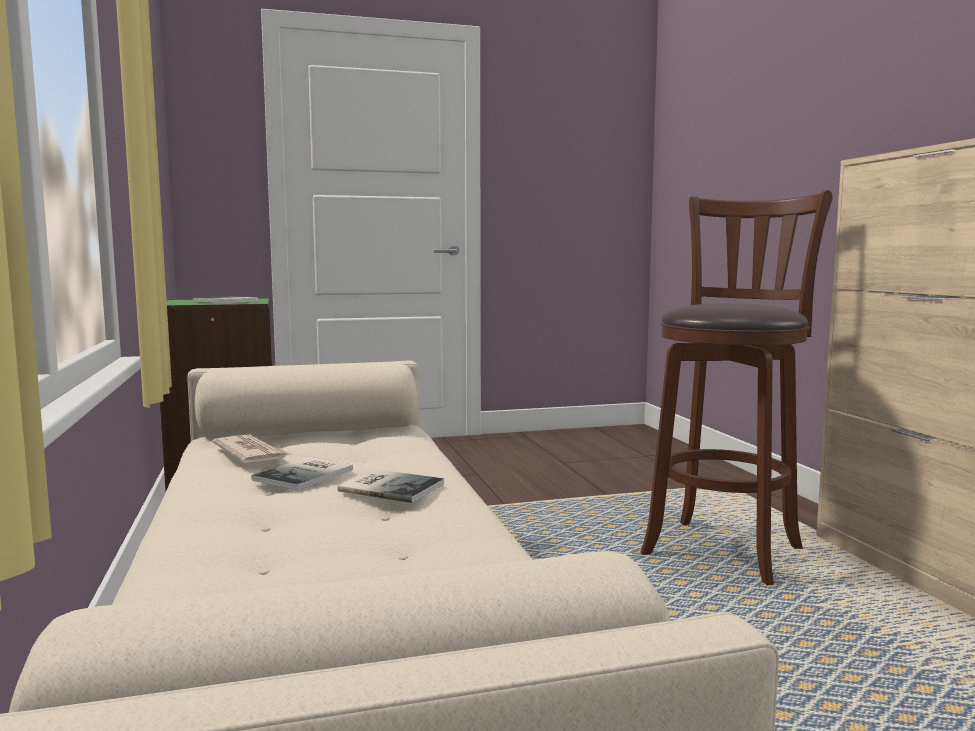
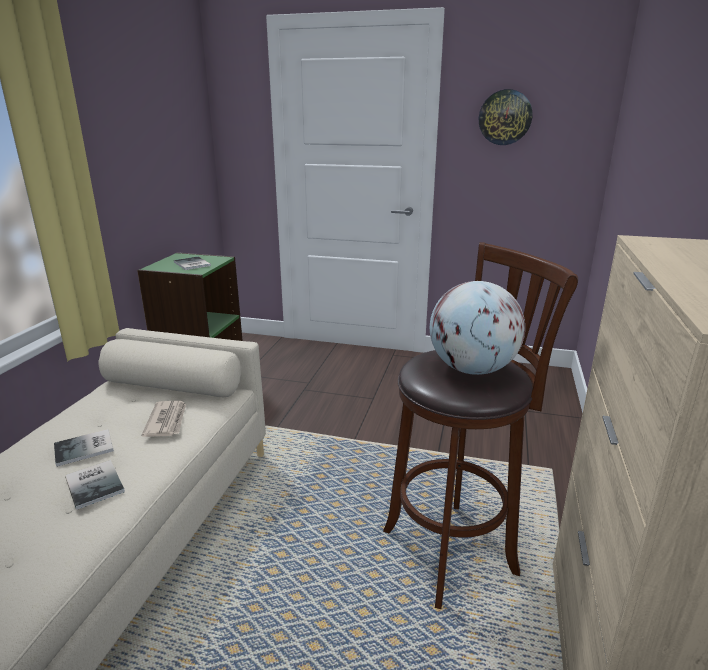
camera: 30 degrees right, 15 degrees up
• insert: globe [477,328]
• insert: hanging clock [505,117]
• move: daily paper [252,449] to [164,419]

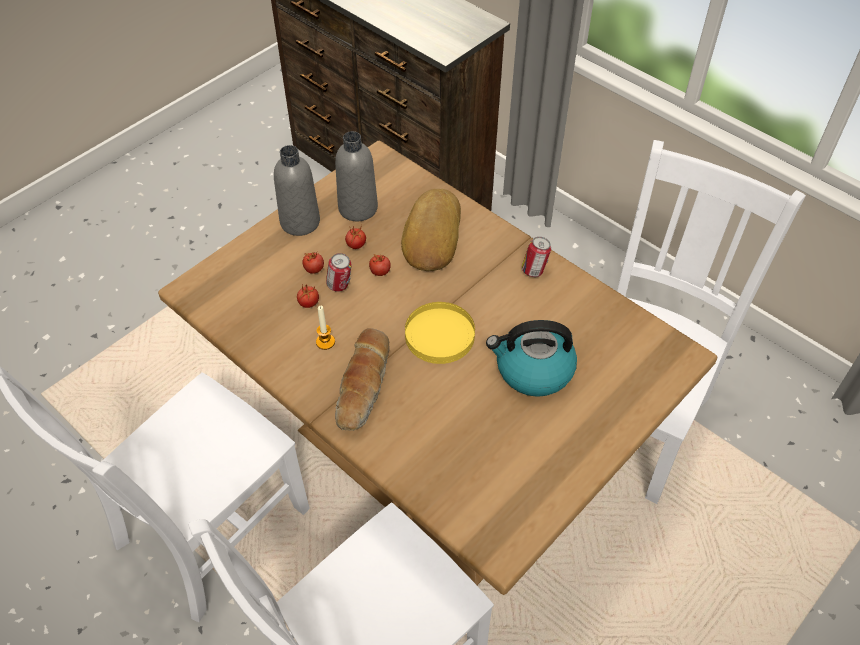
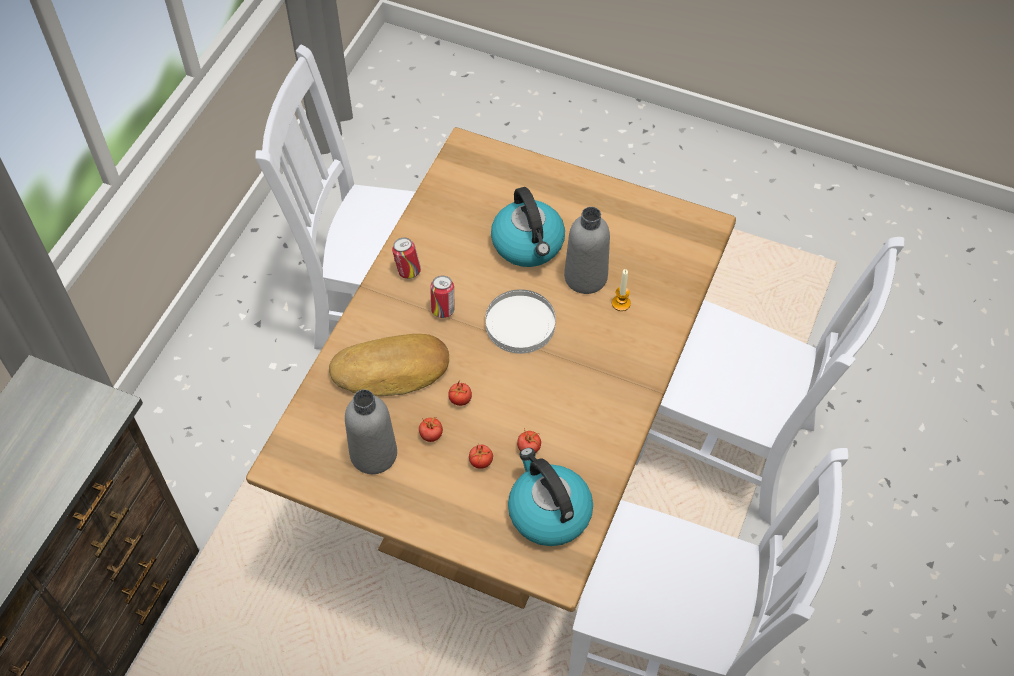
camera: 110 degrees left, 5 degrees up
• delete: bread [362,379]
• insert: water kettle [550,497]
• move: gray beverage bottle [297,190] to [587,250]
• move: candle [325,328] to [621,290]
• move: metal can [338,272] to [442,297]
• recolor: yellow flat dish [440,333] to white flat dish [520,321]

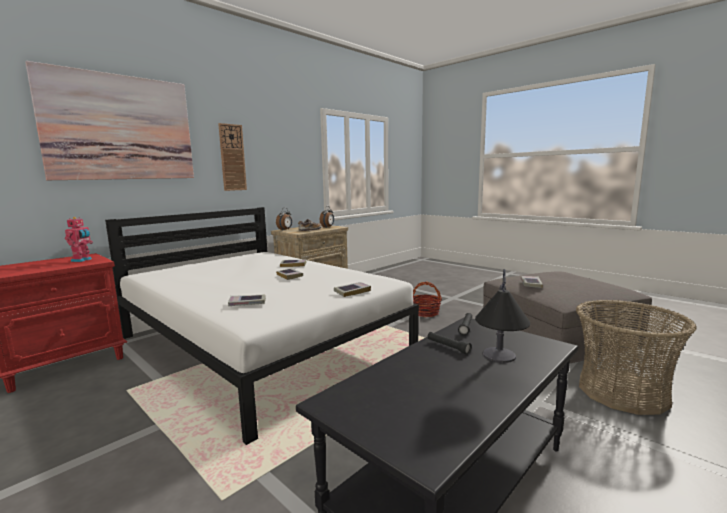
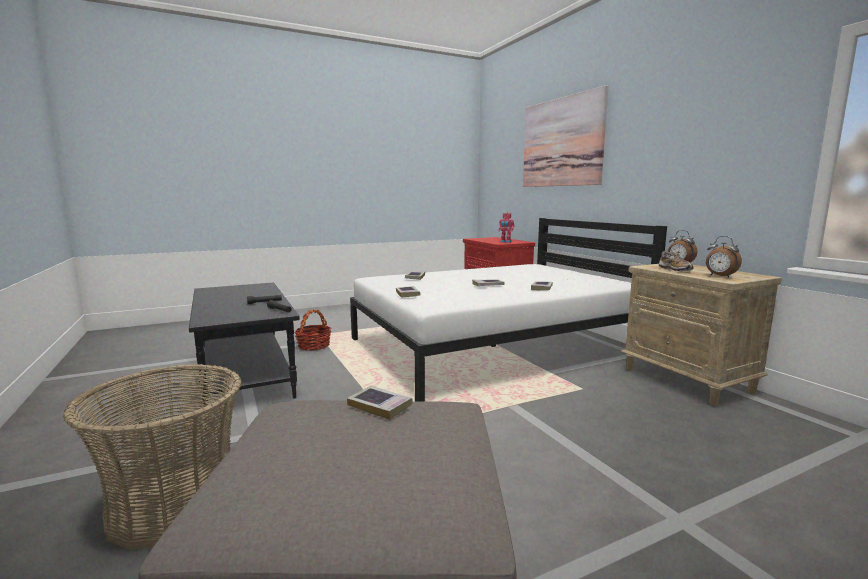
camera: 110 degrees right, 0 degrees up
• delete: hanging clock [232,157]
• delete: lamp for a table [502,316]
• move: household basket [427,299] to [312,330]

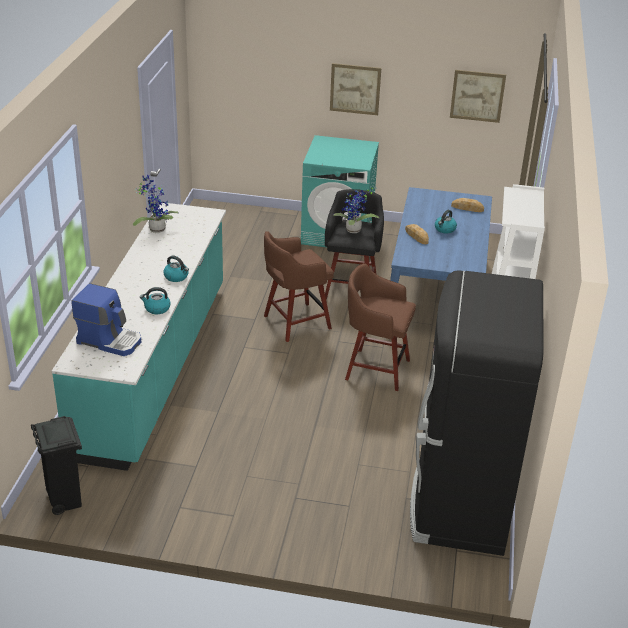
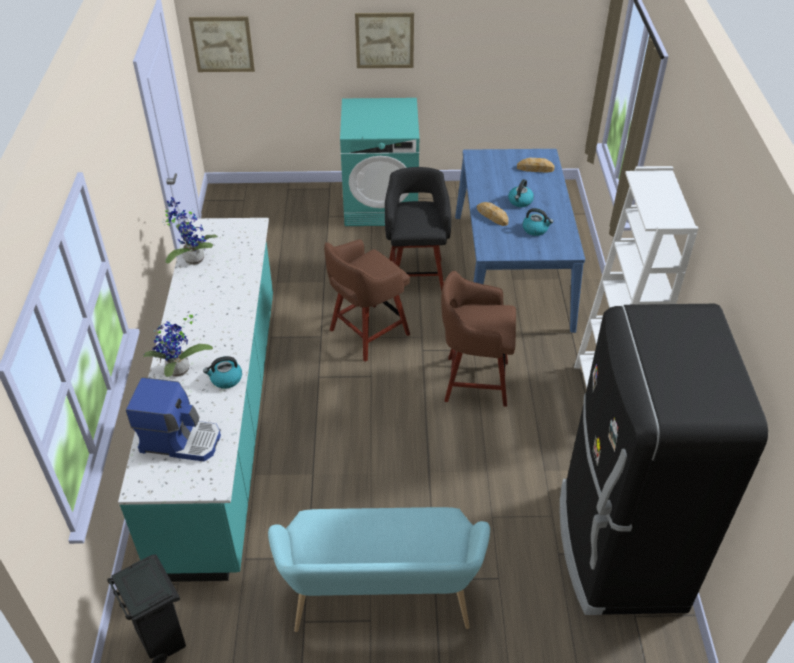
camera: 10 degrees left, 10 degrees up
• insert: turquoise-coloured bench [379,569]
• move: water kettle [176,268] to [537,222]
• move: plant in a pot [356,210] to [178,345]
• move: picture [478,96] to [222,44]

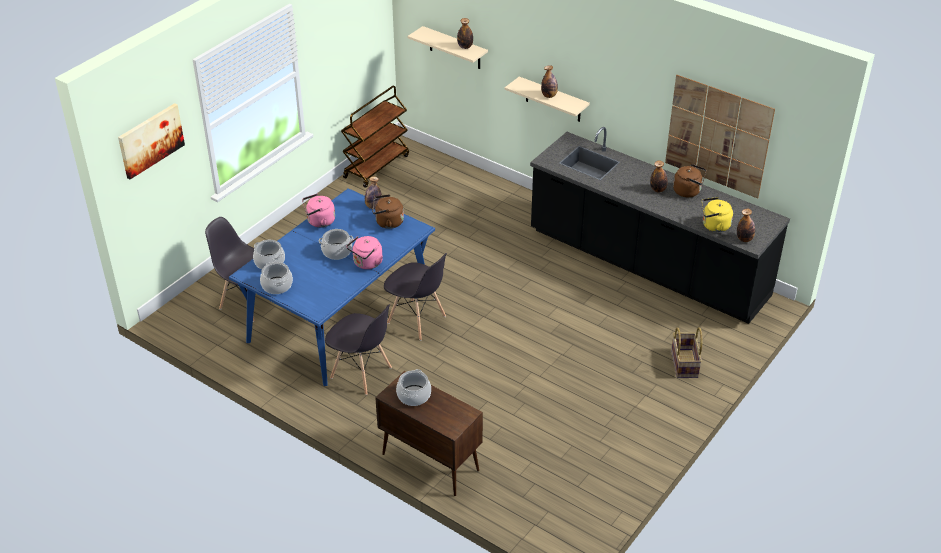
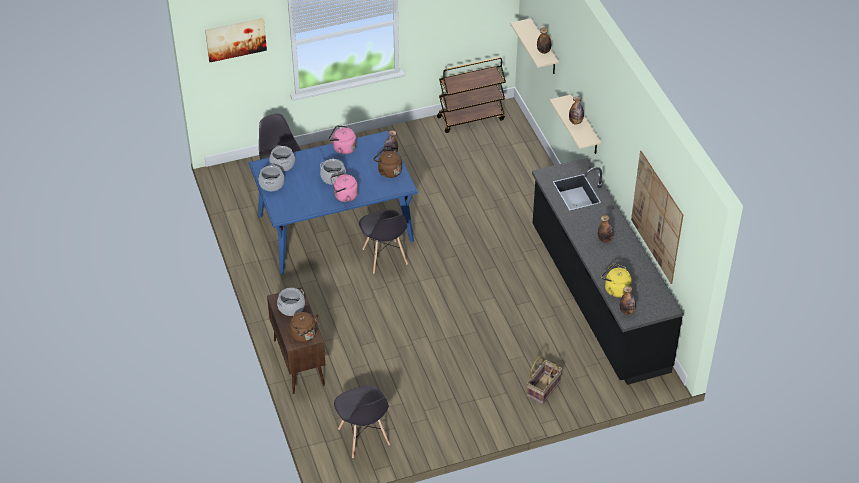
camera: 35 degrees right, 5 degrees up
• move: gray plain chair [358,349] to [362,422]
• move: brown water kettle [689,180] to [305,327]

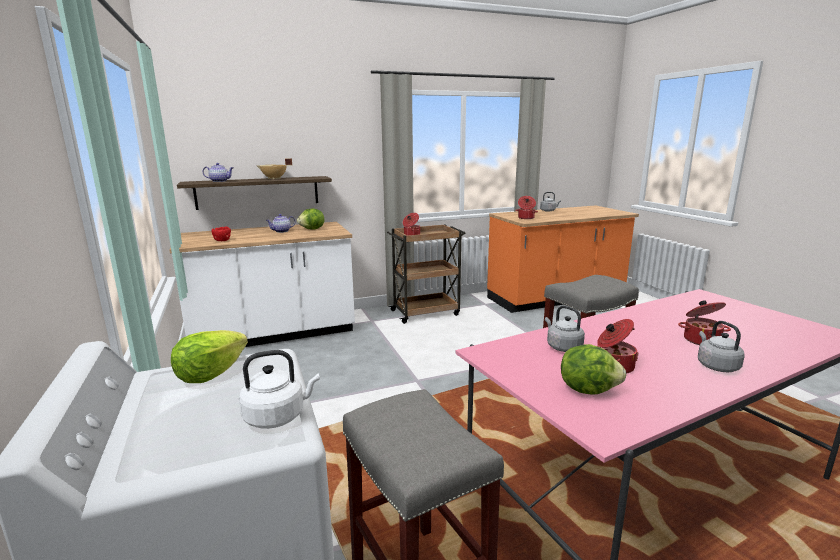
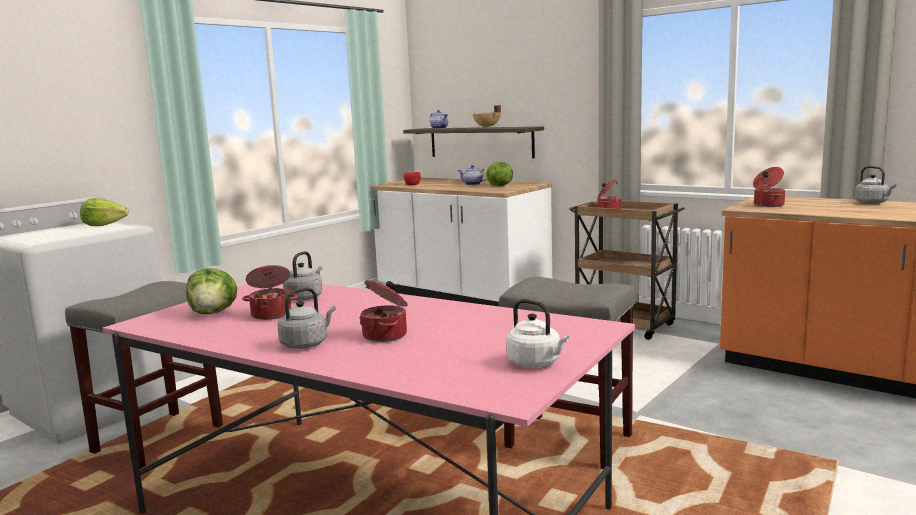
camera: 60 degrees right, 5 degrees down
• move: white water kettle [279,389] to [537,333]

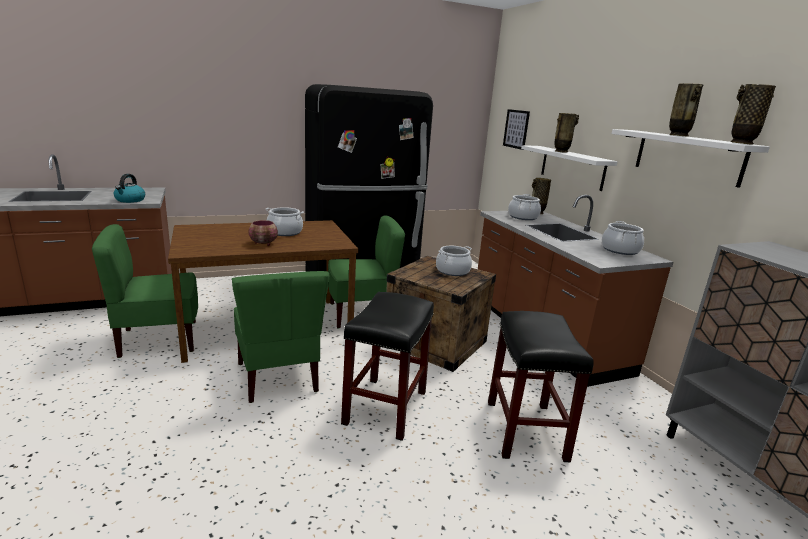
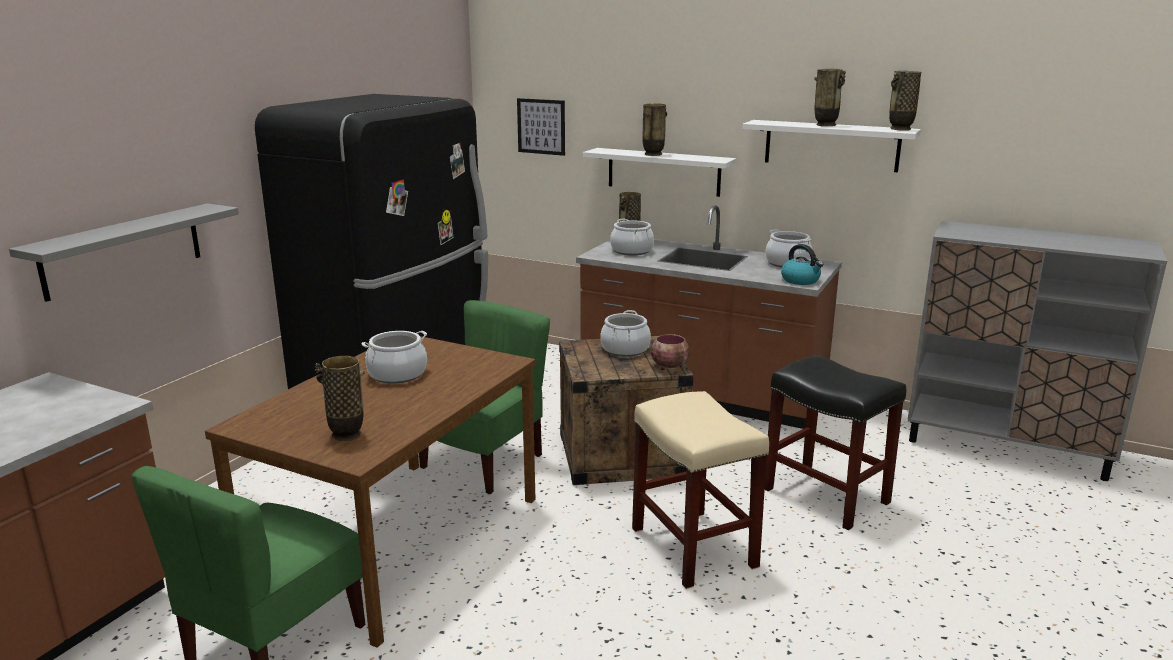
camera: 40 degrees left, 0 degrees up
• delete: green plain chair [280,337]
• insert: gray wall shelf [124,253]
• insert: decorative vase [340,398]
• move: water kettle [129,188] to [802,264]
• move: serving bowl [263,233] to [670,352]
• recolor: black sitting stool [387,366] to beige-coloured sitting stool [700,490]

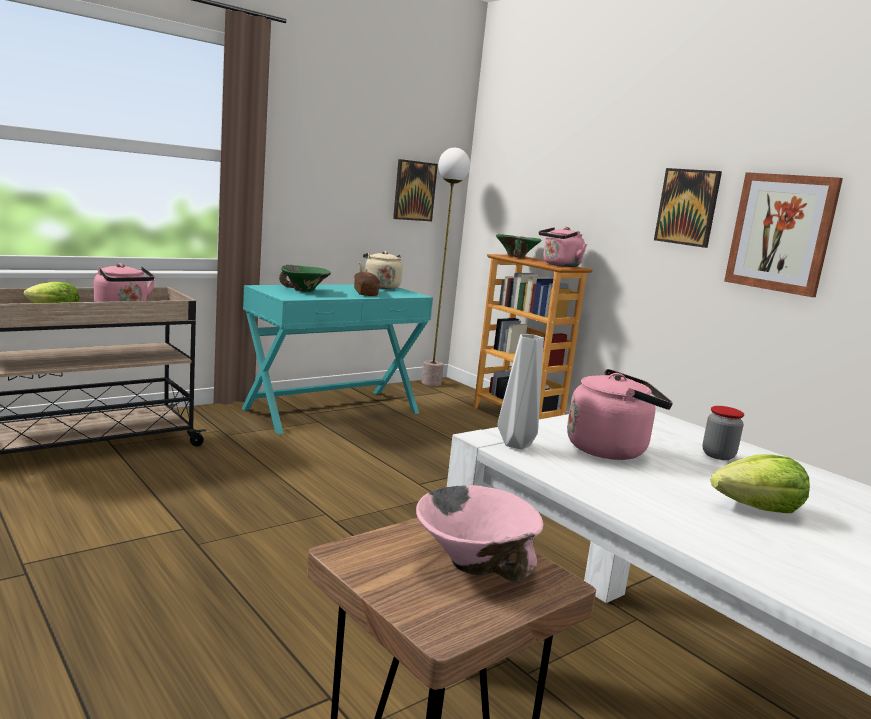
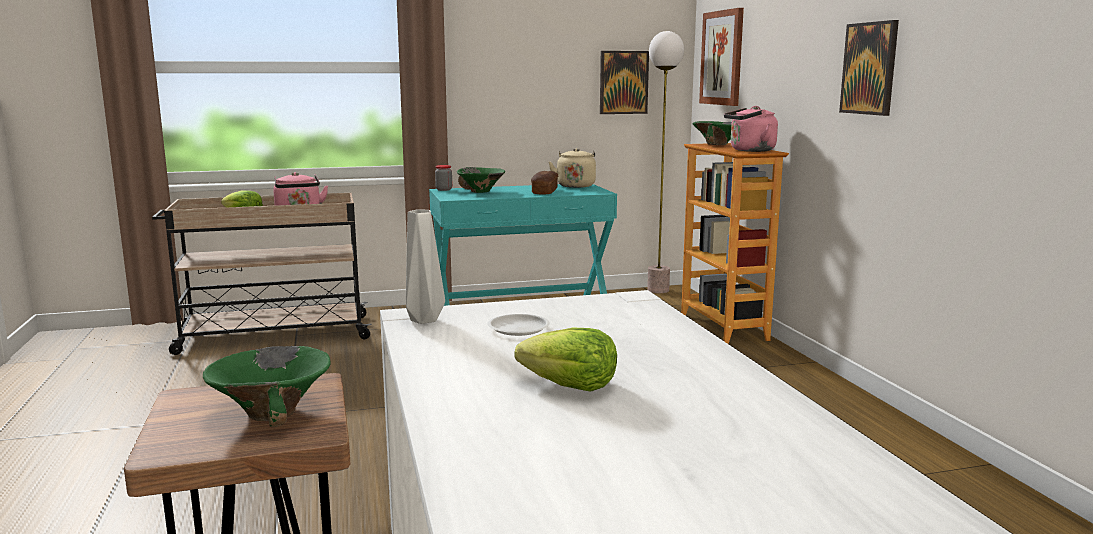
camera: 25 degrees right, 0 degrees up
• move: storage jar [723,433] to [443,178]
• move: picture [783,234] to [721,57]
• replace: pink water kettle [620,414] to white flat dish [518,325]
• recolor: pink serving bowl [480,533] to green serving bowl [267,386]

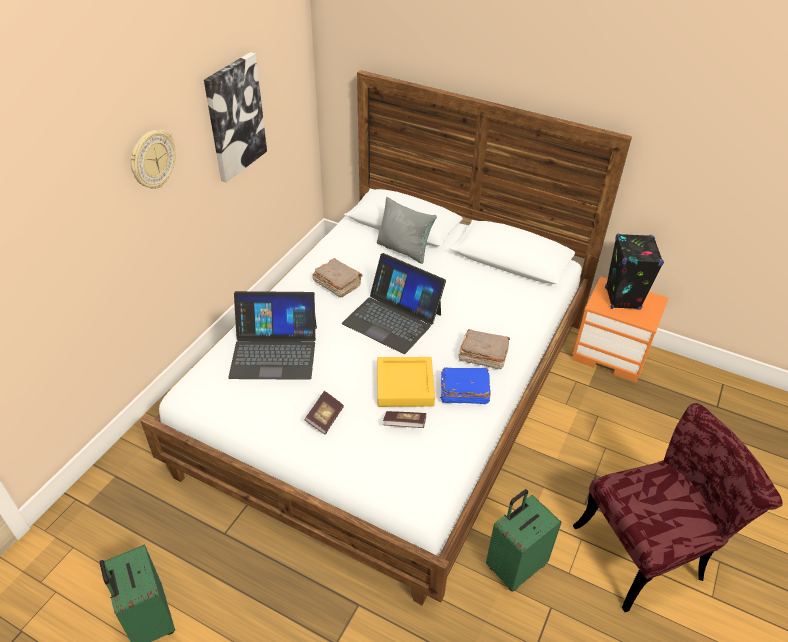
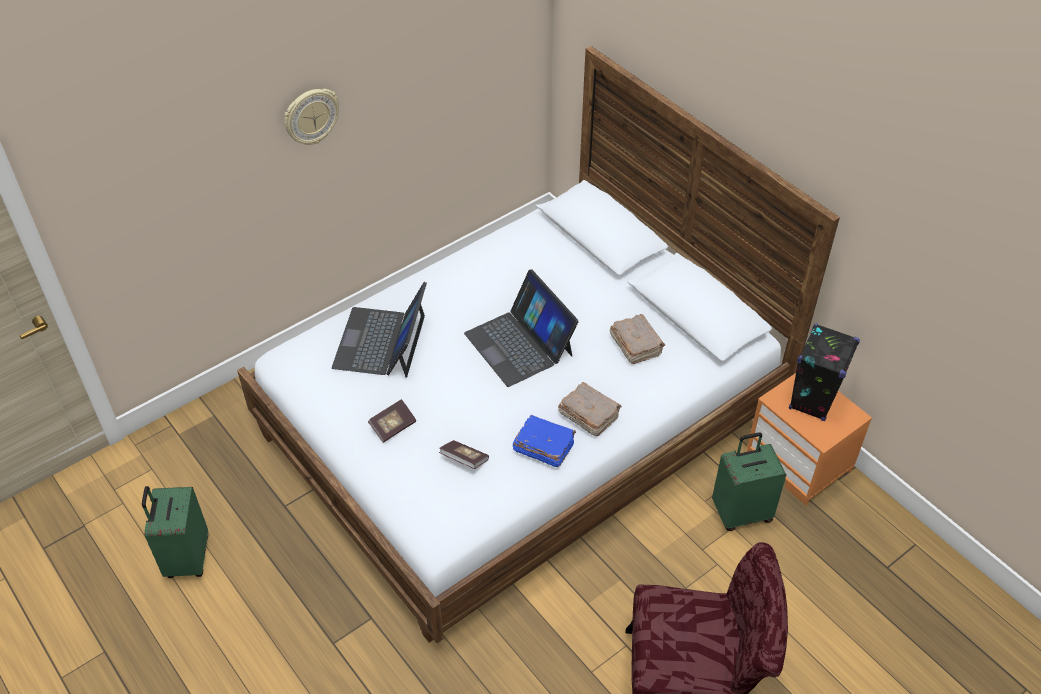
camera: 25 degrees right, 5 degrees up
• delete: picture [235,117]
• delete: gray cushion [407,230]
• delete: yellow serving tray [406,382]
• move: brown bound book [337,277] to [637,339]
• move: green suitcase [524,540] to [749,481]
• rotate: laptop [272,335] = [379,330] 75 degrees clockwise

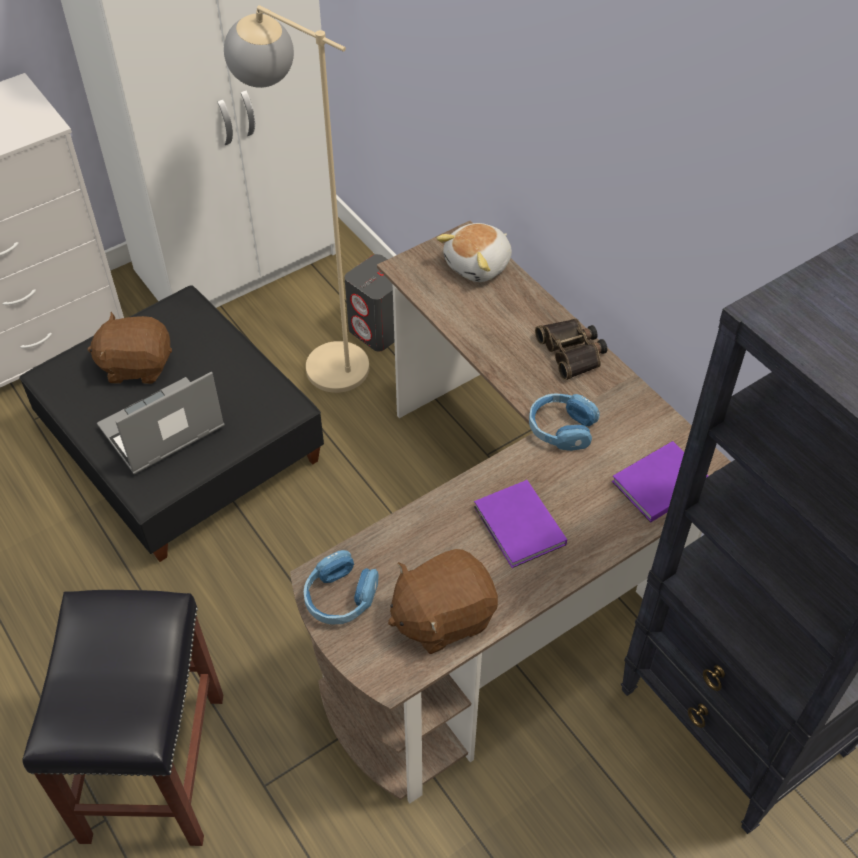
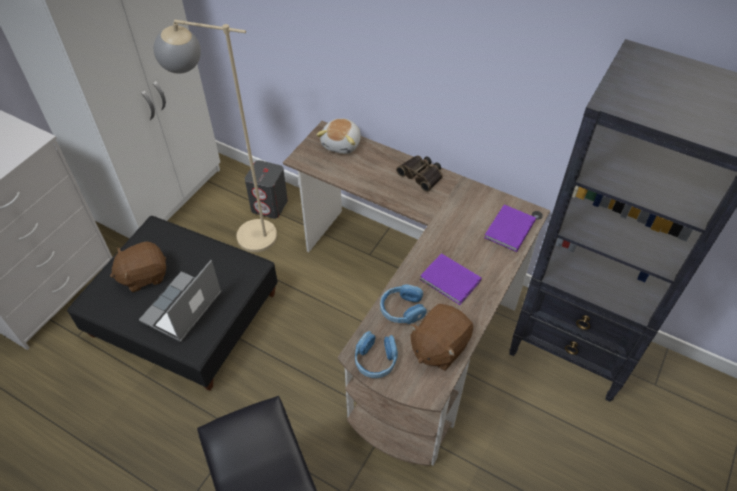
camera: 25 degrees left, 0 degrees up
• move: blue headset [564,422] to [403,304]

